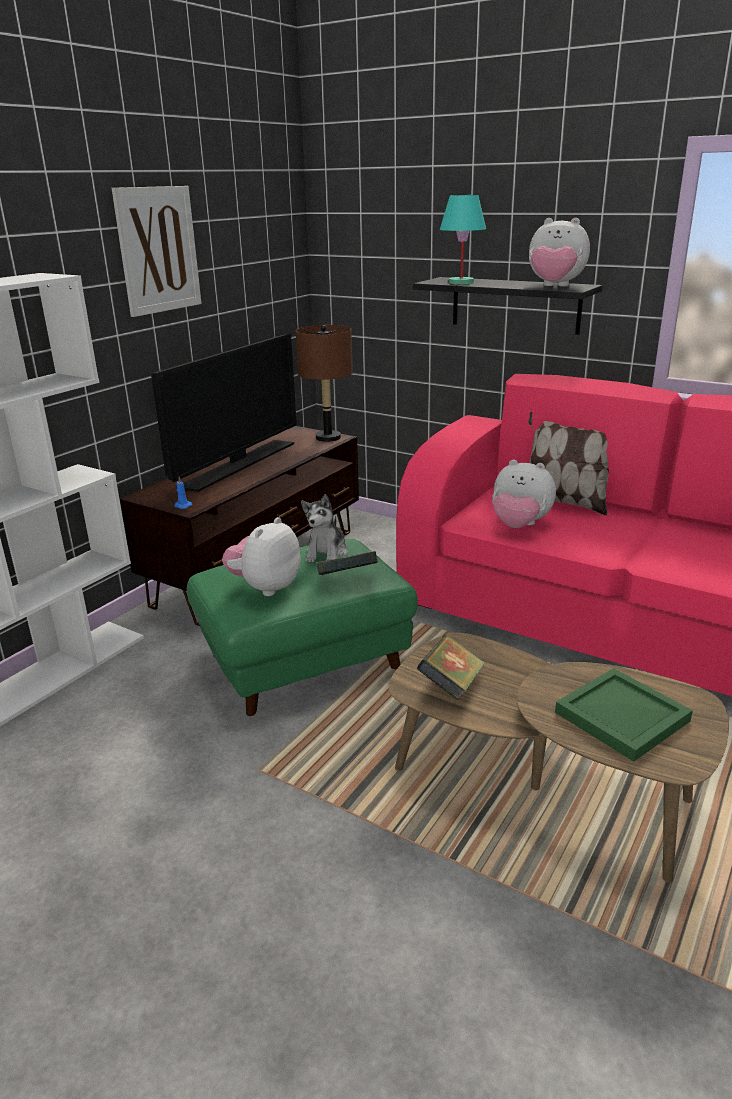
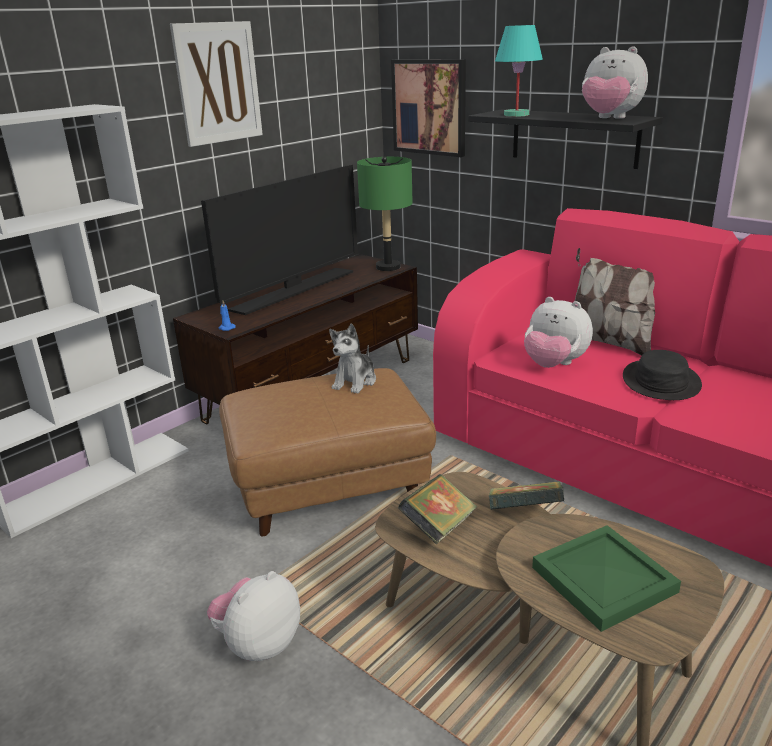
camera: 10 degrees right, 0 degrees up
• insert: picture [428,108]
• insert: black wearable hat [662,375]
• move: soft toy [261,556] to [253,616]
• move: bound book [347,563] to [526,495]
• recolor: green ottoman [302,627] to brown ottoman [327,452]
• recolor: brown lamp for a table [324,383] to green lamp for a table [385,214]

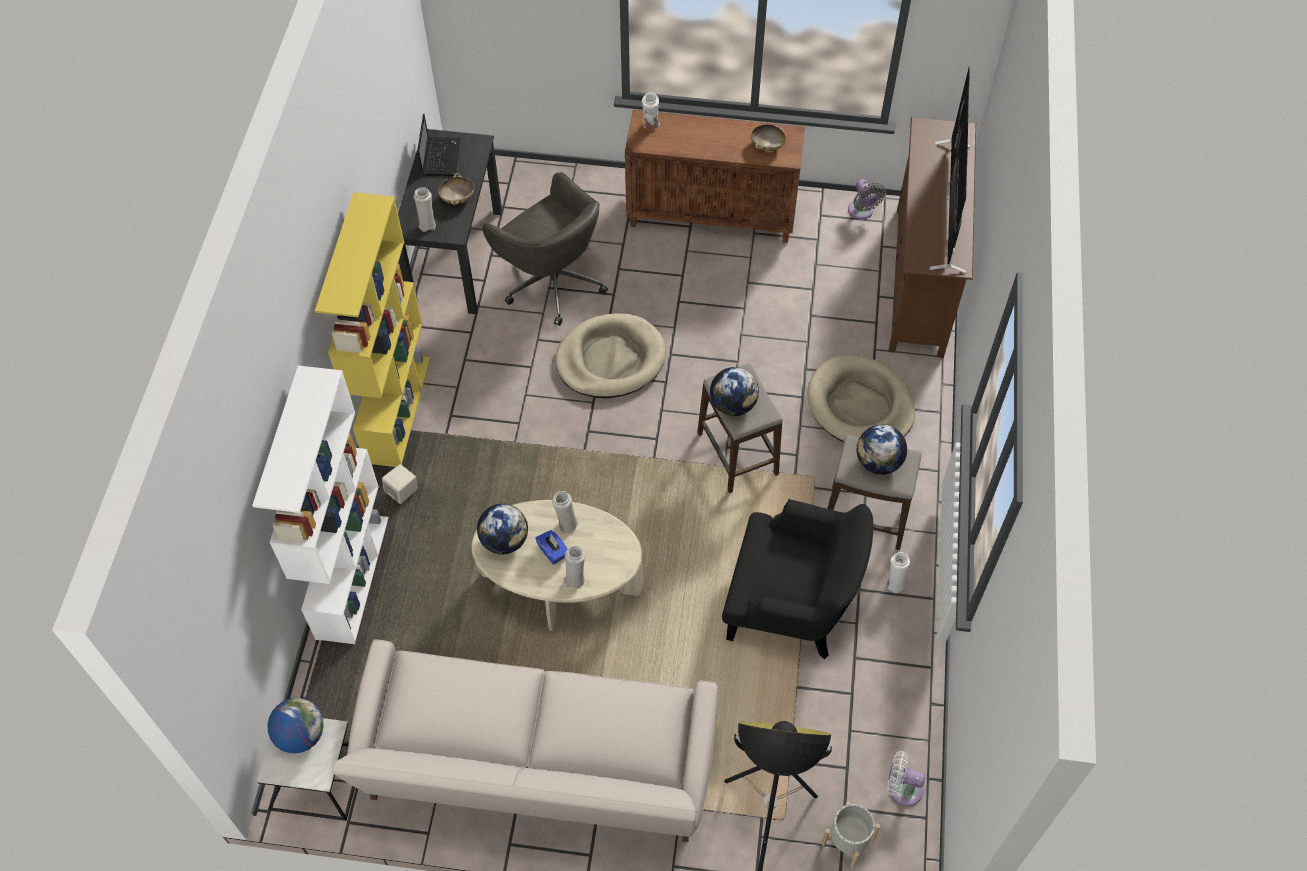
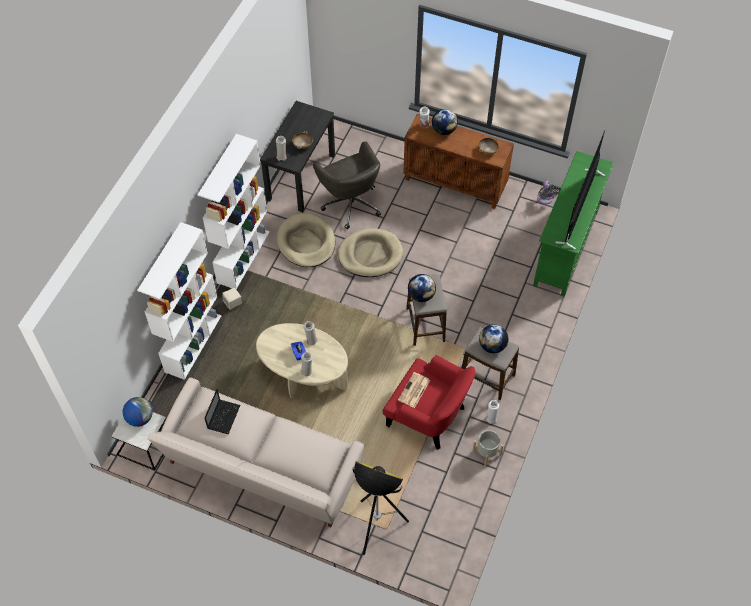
camera: 15 degrees right, 0 degrees up
• delete: white fan [906,779]
• insert: daily paper [414,390]
• move: laptop [439,145] to [222,411]
• move: globe [502,529] to [445,122]
• move: beige-coloured dog cushion [861,398] to [306,240]
• move: gray flower pot [850,834] to [488,448]
• recolor: yellow bookshelf [372,329] to white bookshelf [234,211]
• recolor: black lounge chair [797,579] to red-coloured lounge chair [428,402]
• recolor: brown media console [932,237] to green media console [573,223]

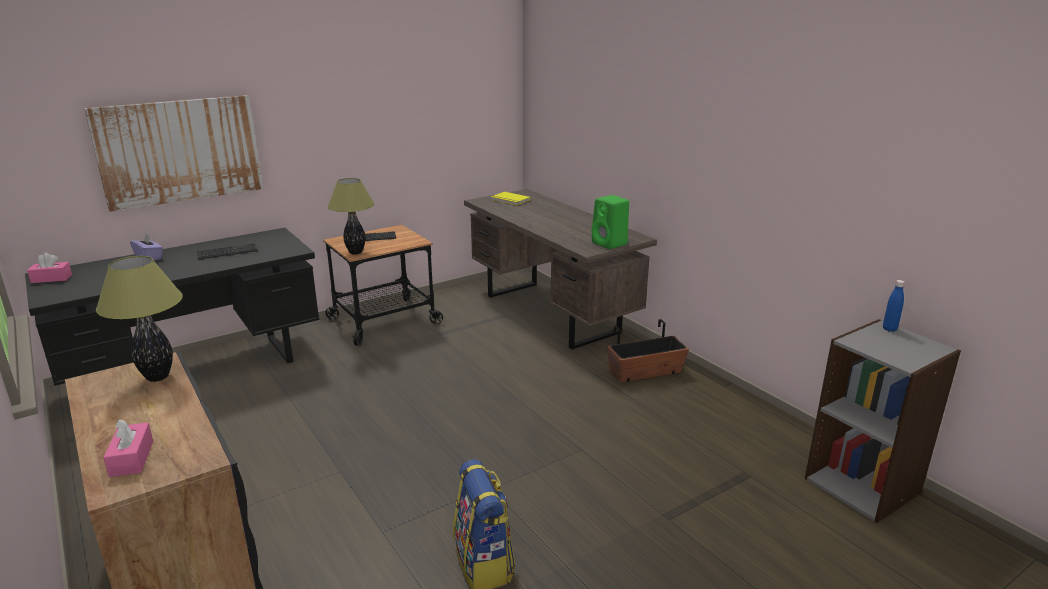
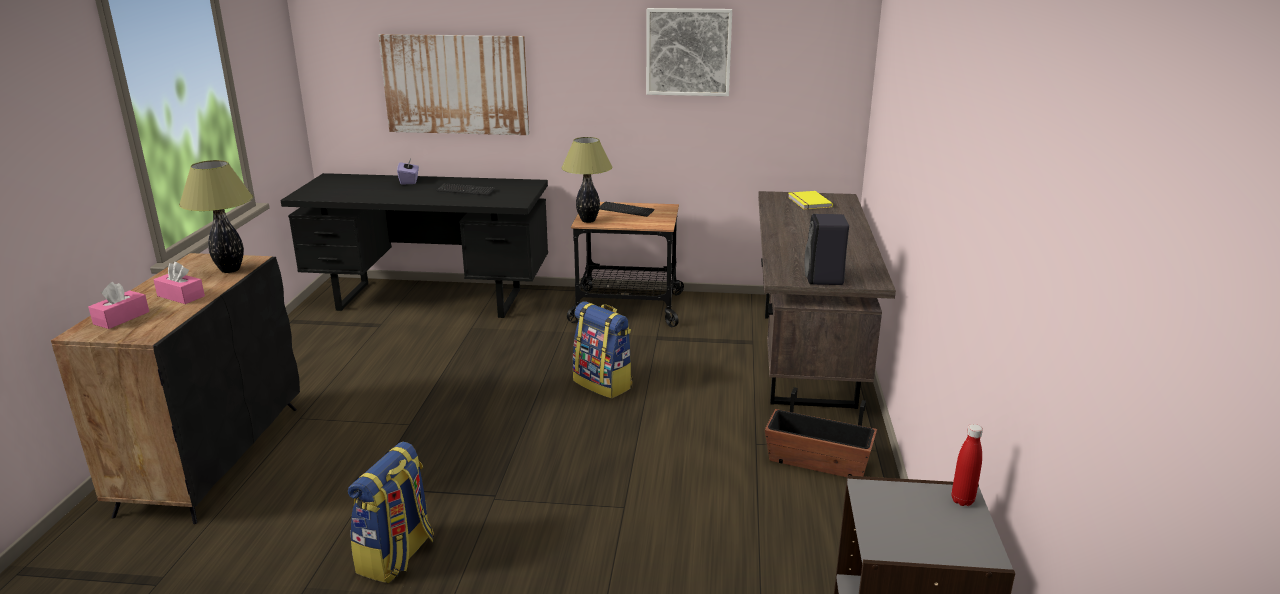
camera: 40 degrees right, 0 degrees up
• insert: knapsack [603,350]
• insert: picture [689,52]
• move: pink tissue holder [49,268] to [179,283]
• recolor: green speaker [610,222] to black speaker [826,249]
• recolor: blue beverage bottle [894,306] to red-coloured beverage bottle [967,465]

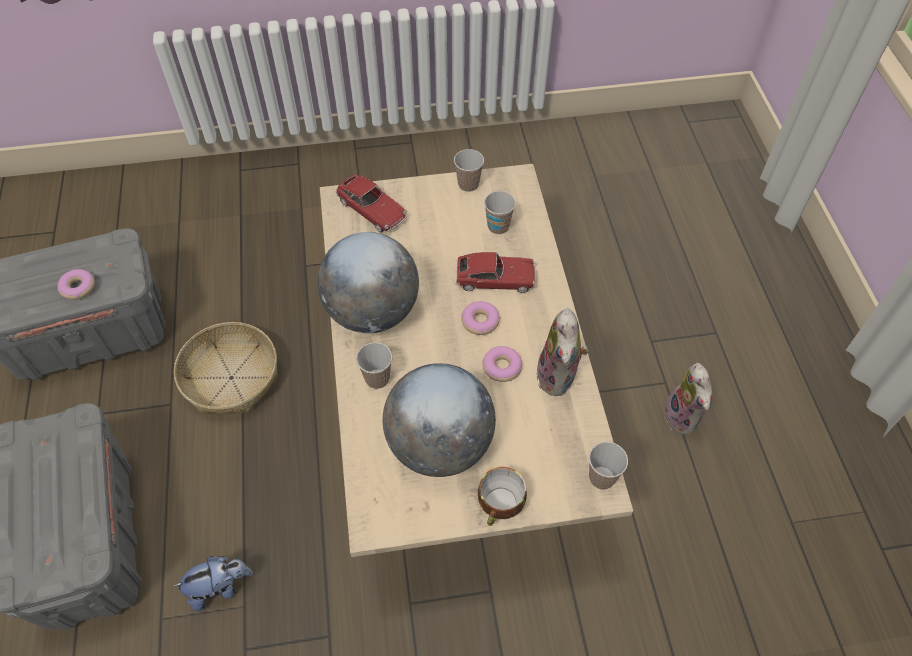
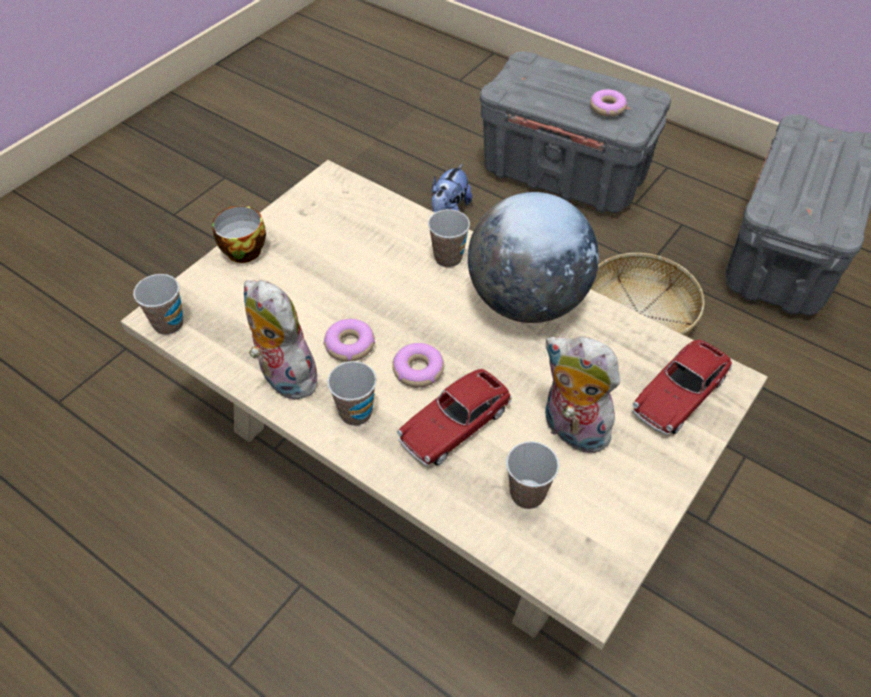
camera: 135 degrees right, 5 degrees down
• delete: globe [439,420]
• move: doughnut [76,284] to [608,103]
• move: small cup [469,170] to [352,393]
• move: soft toy [688,398] to [582,394]
• rotate: miniature car [371,203] = [682,387] 45 degrees counterclockwise

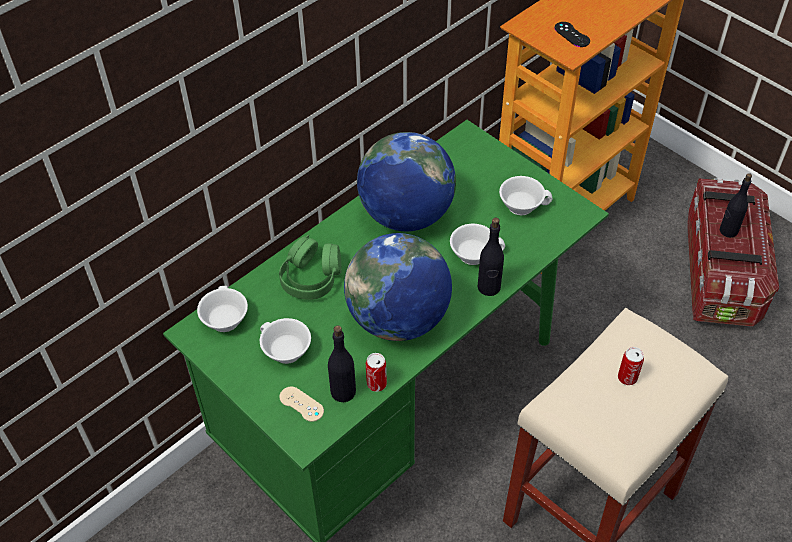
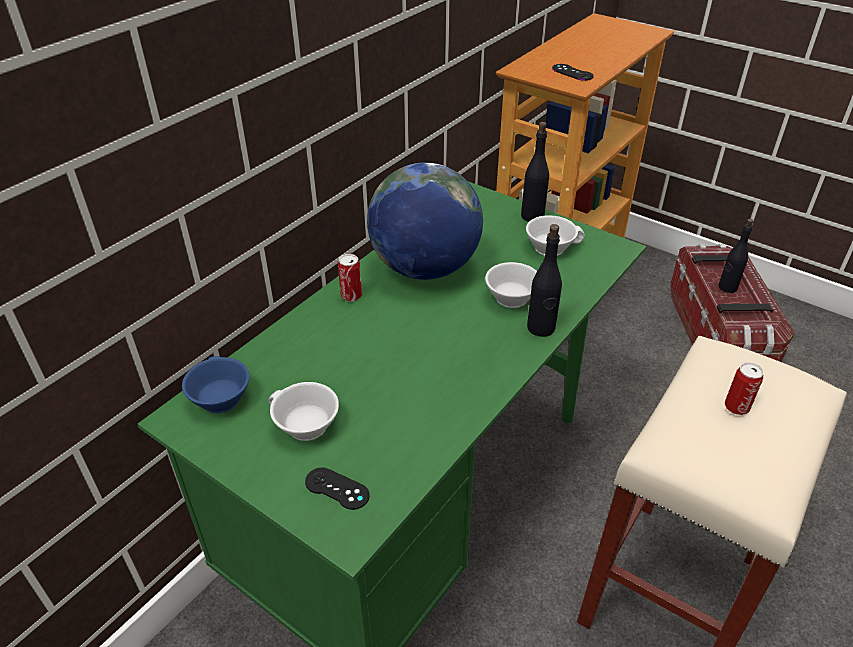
camera: 10 degrees left, 10 degrees down
• delete: green headset [310,267]
• delete: globe [398,287]
• move: black beverage bottle [342,363] to [535,172]
• move: metal can [376,372] to [350,278]
• recolor: white small cup [222,309] to blue small cup [215,384]
• recolor: beige-coloured gamepad [301,404] to black gamepad [337,489]

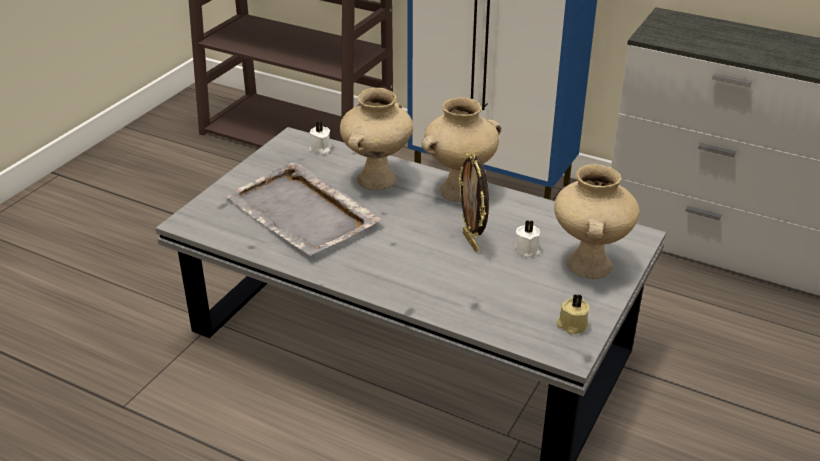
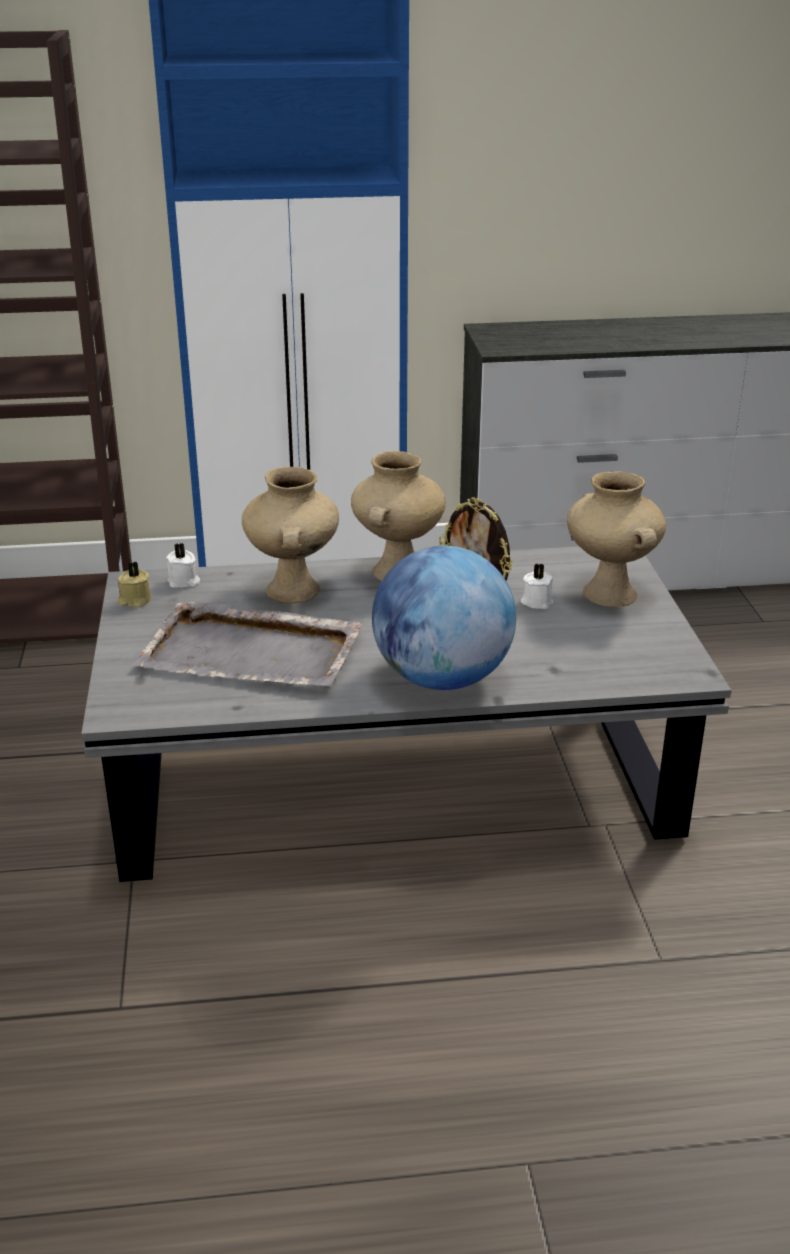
camera: 35 degrees left, 5 degrees down
• insert: globe [444,618]
• move: beige-coloured candle [573,314] to [134,585]

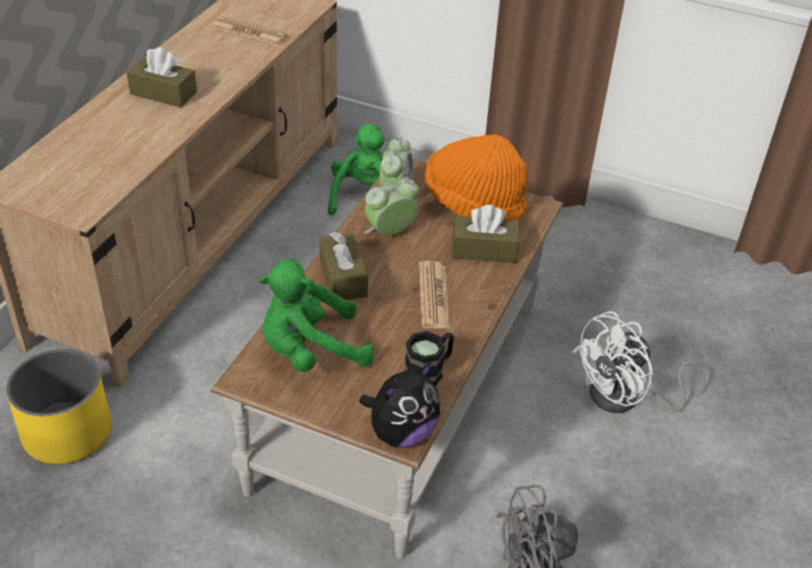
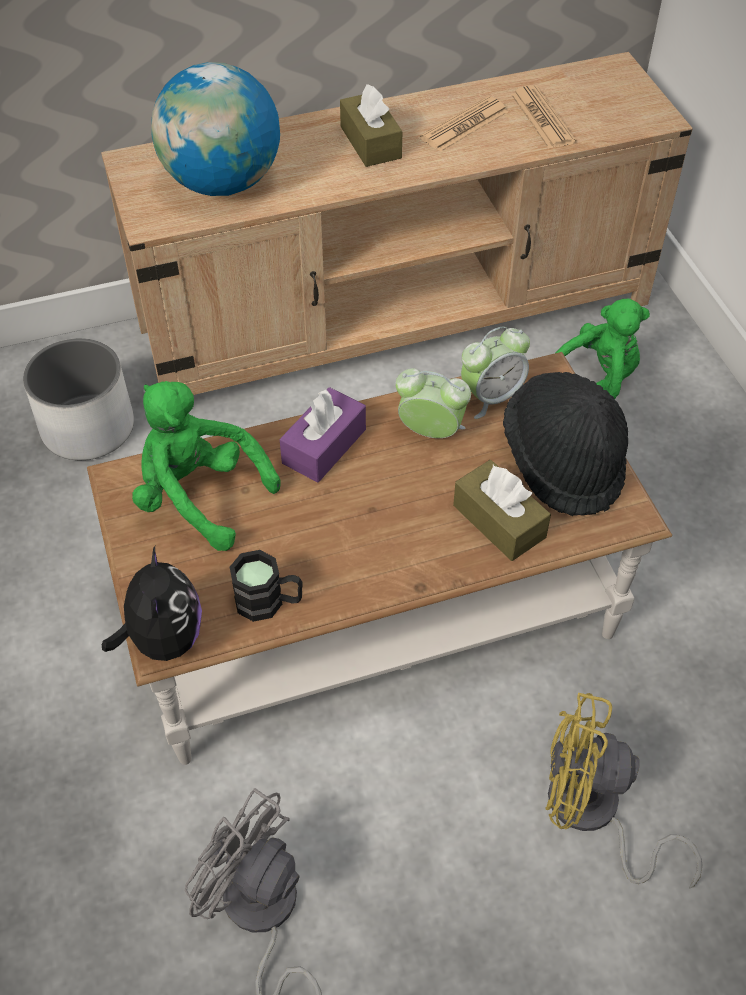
camera: 50 degrees right, 10 degrees up
• insert: globe [215,129]
• move: daily paper [434,295] to [464,124]
• recolor: yellow flower pot [58,406] to white flower pot [78,399]
• recolor: brown tissue holder [343,266] to purple tissue holder [323,435]
• recolor: orange-coloured wearable hat [476,177] to black wearable hat [565,444]
• recolor: white fan [638,362] to yellow fan [624,791]
• rotate: soft toy [399,405] = [152,603] 105 degrees counterclockwise

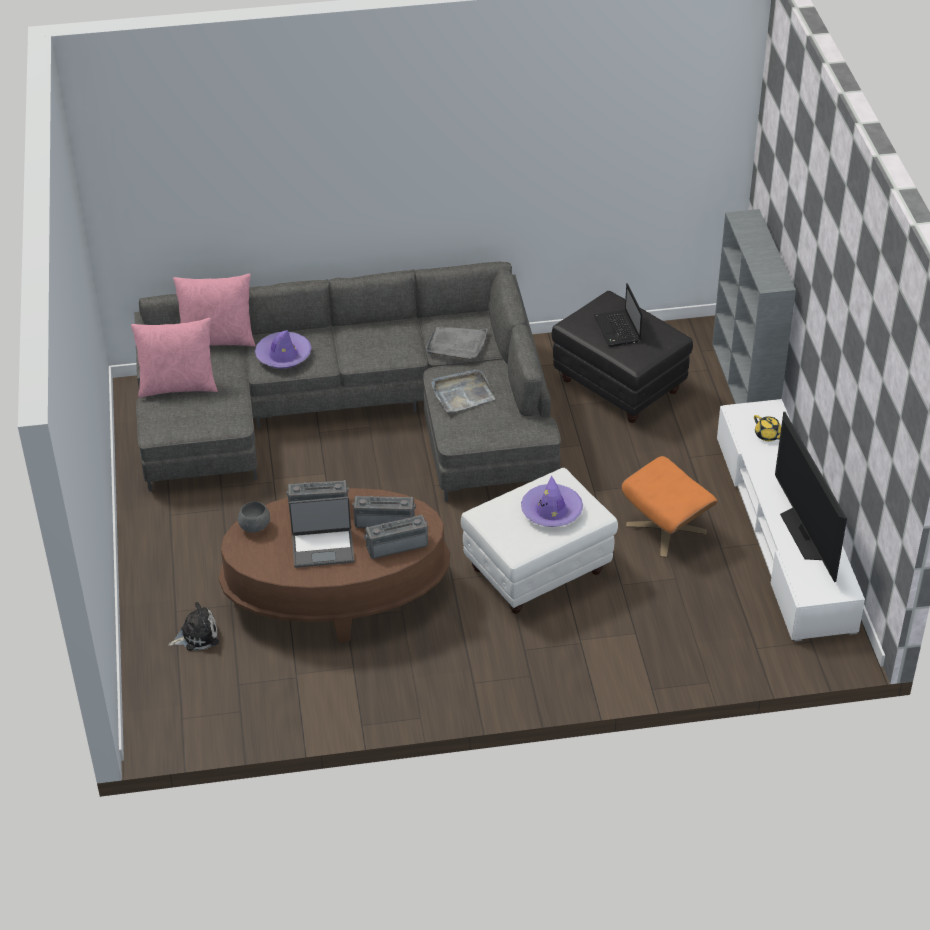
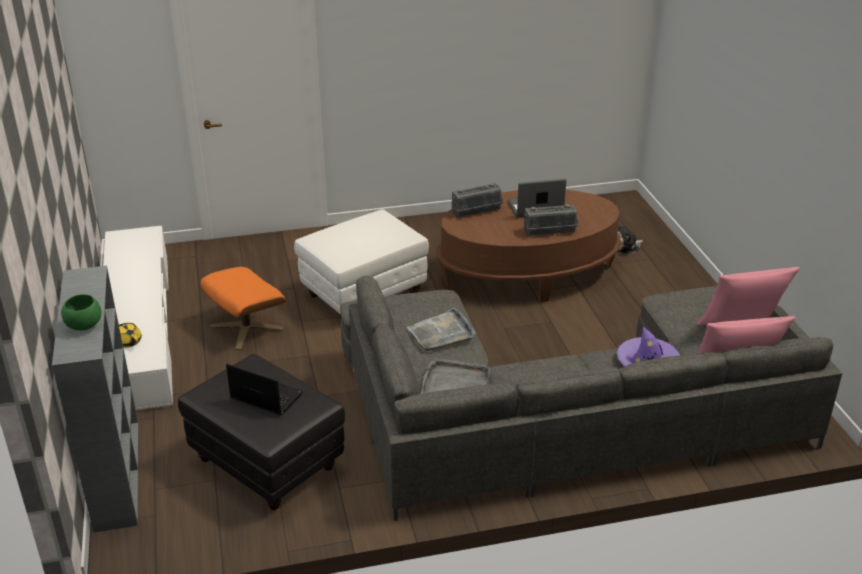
camera: 175 degrees right, 10 degrees down
• delete: gray serving bowl [254,517]
• delete: radio [384,512]
• delete: purple wearable hat [552,501]
• delete: TV set [811,497]
• insert: green serving bowl [81,312]
• rotate: laptop [618,315] = [264,389] 45 degrees counterclockwise

